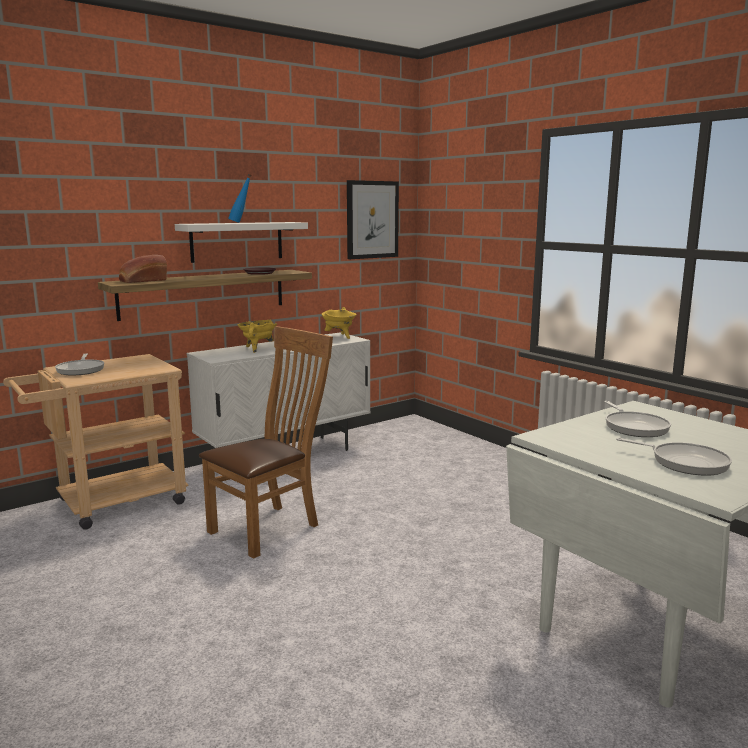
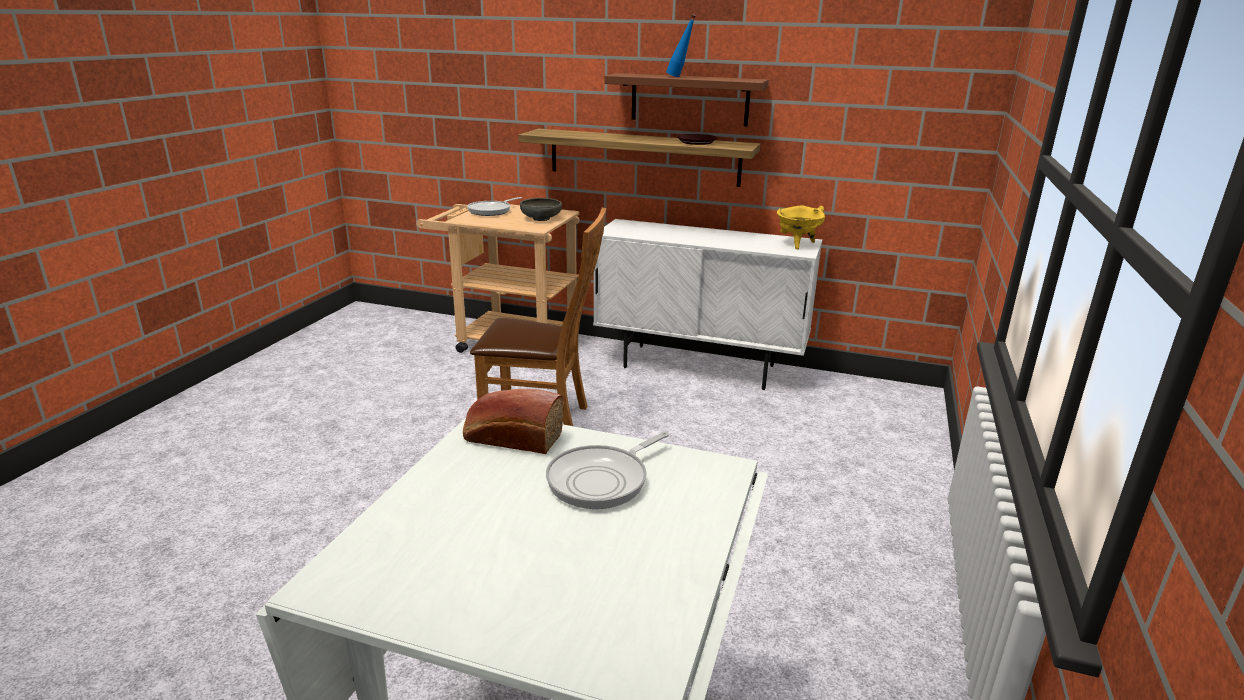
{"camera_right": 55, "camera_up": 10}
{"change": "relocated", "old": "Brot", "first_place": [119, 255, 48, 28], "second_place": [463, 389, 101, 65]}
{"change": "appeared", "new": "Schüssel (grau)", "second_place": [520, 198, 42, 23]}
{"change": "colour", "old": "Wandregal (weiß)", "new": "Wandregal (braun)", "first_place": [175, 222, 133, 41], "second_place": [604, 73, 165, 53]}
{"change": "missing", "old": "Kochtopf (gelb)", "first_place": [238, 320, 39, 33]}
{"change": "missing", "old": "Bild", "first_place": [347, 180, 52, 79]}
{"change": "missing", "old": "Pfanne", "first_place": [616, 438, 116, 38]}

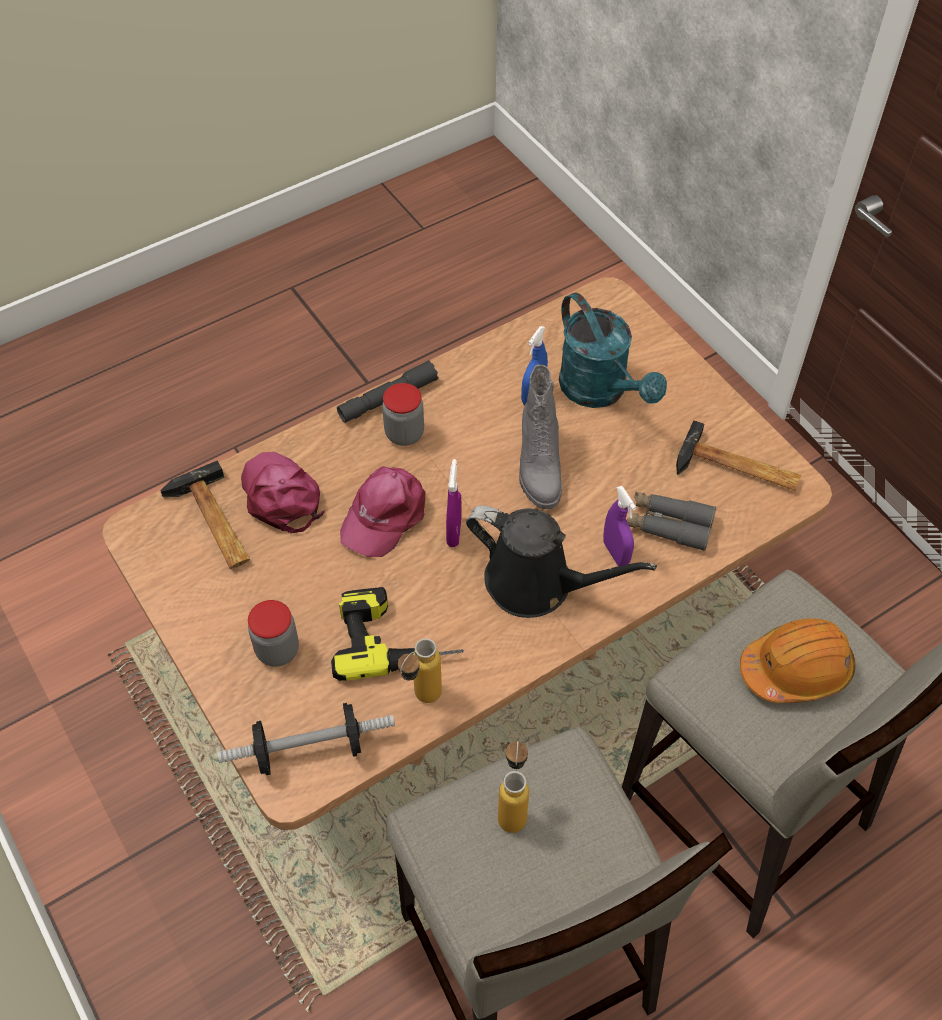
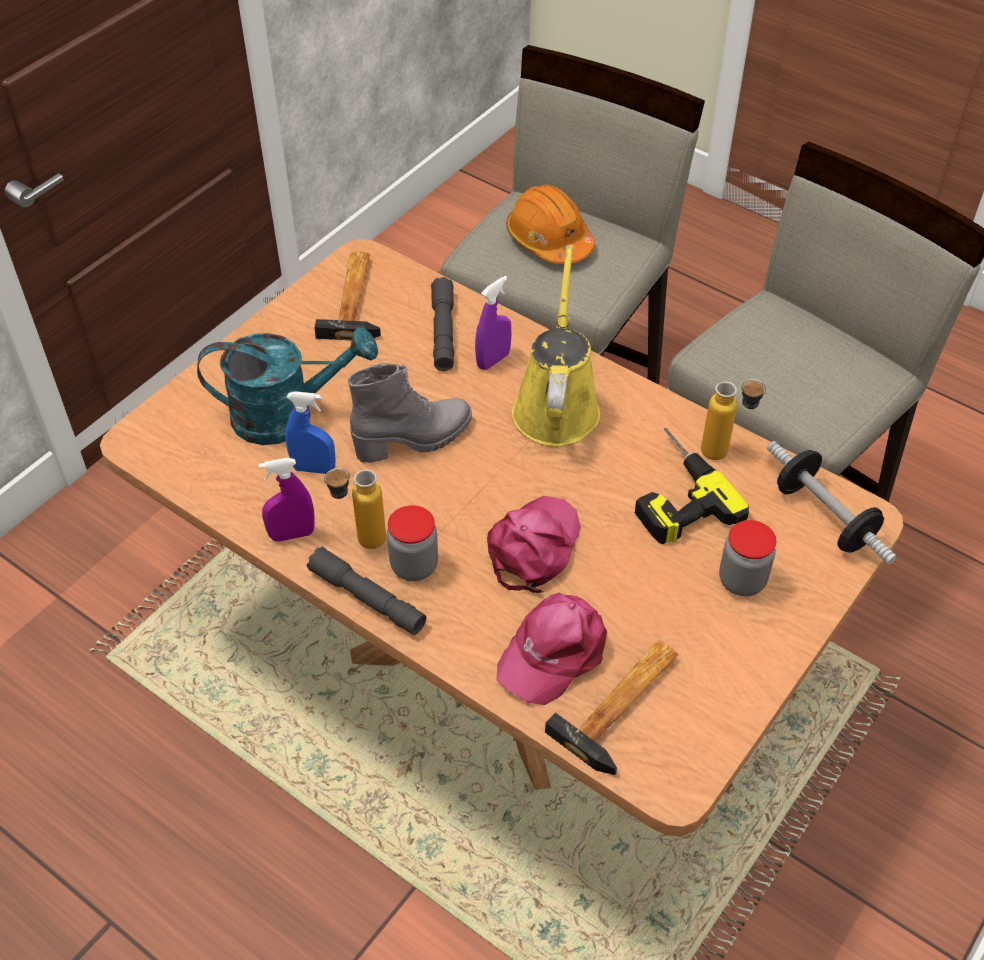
{"camera_right": -110, "camera_up": -5}
{"change": "spun", "old": "Gießkanne (türkis)", "first_place": [559, 292, 108, 116], "second_place": [197, 327, 181, 118], "degrees": 45}
{"change": "relocated", "old": "Sprühflasche (lila)", "first_place": [446, 459, 16, 88], "second_place": [259, 458, 56, 84]}
{"change": "relocated", "old": "Flasche", "first_place": [498, 738, 31, 95], "second_place": [324, 468, 62, 81]}
{"change": "exchanged", "old": "Fernglas (grau)", "new": "Taschenlampe (grau)", "first_place": [627, 491, 89, 60], "second_place": [431, 277, 23, 94]}
{"change": "spun", "old": "Kappe (rosa)", "first_place": [340, 466, 85, 91], "second_place": [487, 496, 94, 97], "degrees": -75}
{"change": "colour", "old": "Gießkanne (schwarz)", "new": "Gießkanne (gelb)", "first_place": [466, 506, 191, 112], "second_place": [512, 245, 88, 201]}

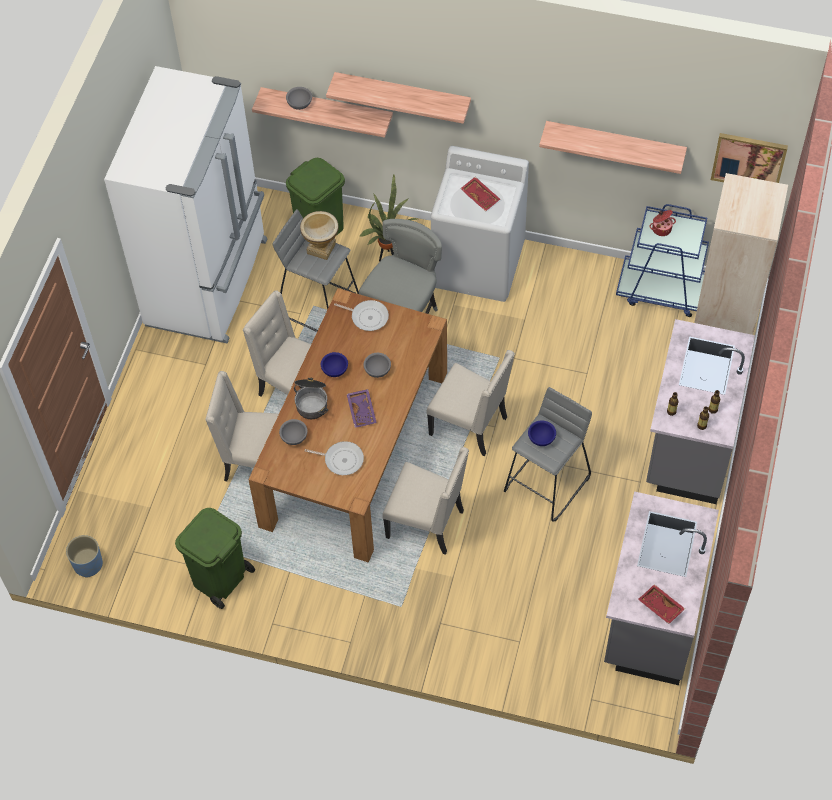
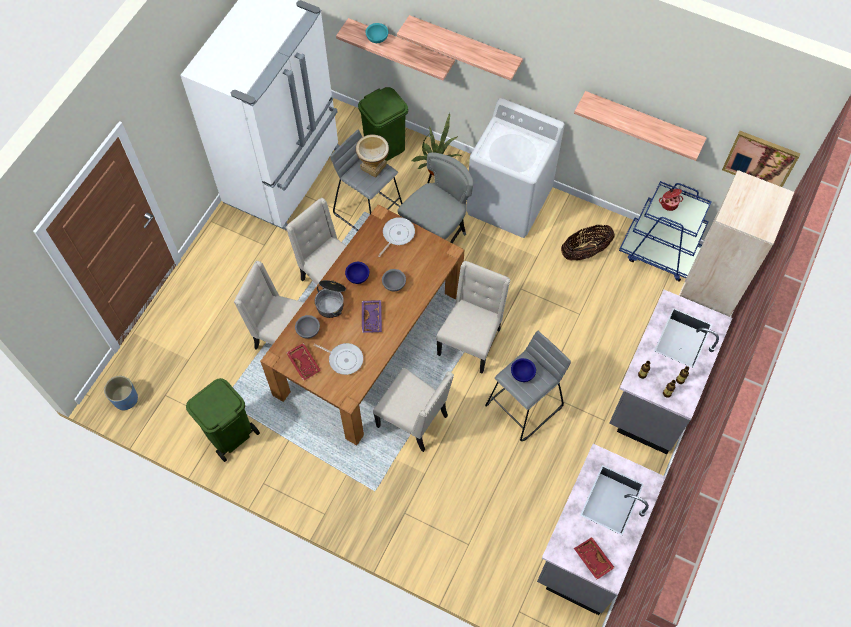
{"camera_right": 10, "camera_up": 5}
{"change": "relocated", "old": "Tablett (rot)", "first_place": [460, 177, 40, 34], "second_place": [286, 343, 35, 38]}
{"change": "colour", "old": "Schüssel (grau)", "new": "Schüssel (türkis)", "first_place": [286, 87, 26, 23], "second_place": [365, 23, 23, 20]}
{"change": "spun", "old": "Pfanne", "first_place": [334, 300, 55, 31], "second_place": [378, 217, 37, 40], "degrees": -90}
{"change": "spun", "old": "Stuhl (beige)", "first_place": [427, 350, 88, 107], "second_place": [436, 261, 74, 113], "degrees": -105}
{"change": "appeared", "new": "Korb", "second_place": [561, 225, 53, 35]}

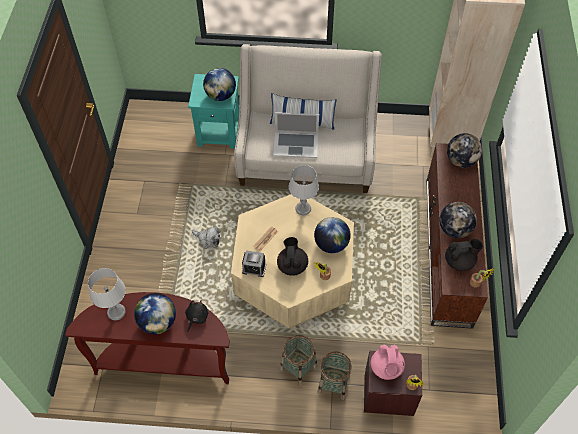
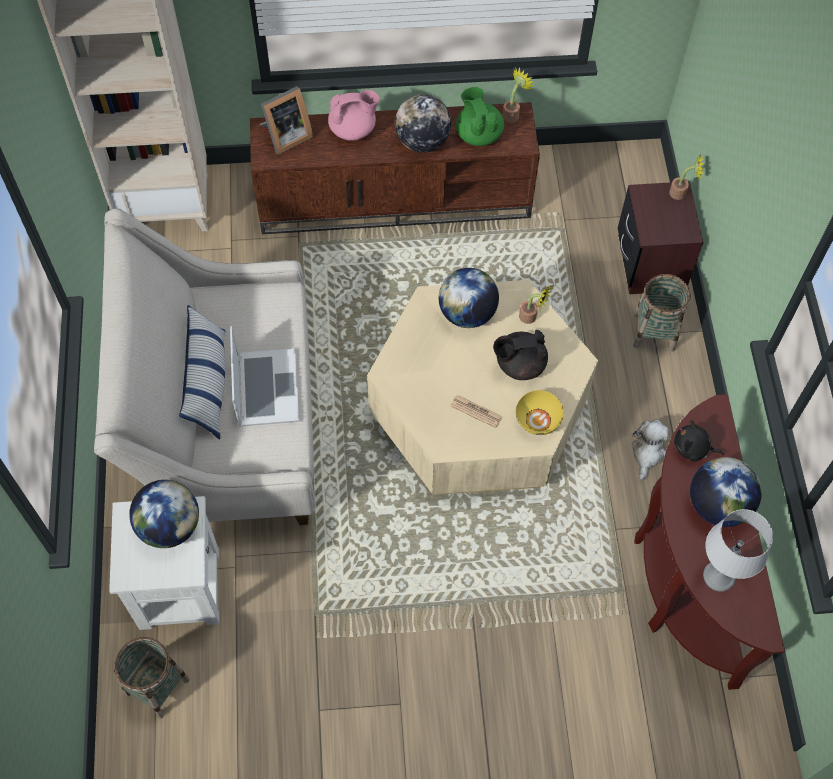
{"camera_right": -100, "camera_up": 5}
{"change": "colour", "old": "Beistelltisch (türkis)", "new": "Beistelltisch (weiß)", "first_place": [188, 74, 51, 75], "second_place": [109, 496, 110, 134]}
{"change": "relocated", "old": "Korb", "first_place": [280, 335, 37, 51], "second_place": [114, 637, 75, 81]}
{"change": "exchanged", "old": "Globus", "new": "Bilderrahmen", "first_place": [447, 133, 35, 35], "second_place": [260, 86, 53, 69]}
{"change": "relocated", "old": "Teekanne (rosa)", "first_place": [370, 345, 35, 35], "second_place": [328, 90, 52, 51]}
{"change": "colour", "old": "Teekanne (schwarz)", "new": "Teekanne (grün)", "first_place": [445, 238, 38, 33], "second_place": [456, 87, 48, 59]}
{"change": "exchanged", "old": "Wecker", "new": "Schüssel (gelb)", "first_place": [242, 250, 24, 27], "second_place": [516, 390, 48, 45]}
{"change": "relocated", "old": "Plüschtier", "first_place": [192, 226, 29, 22], "second_place": [631, 420, 38, 60]}
{"change": "missing", "old": "Tischlampe (grau)", "first_place": [289, 165, 30, 50]}

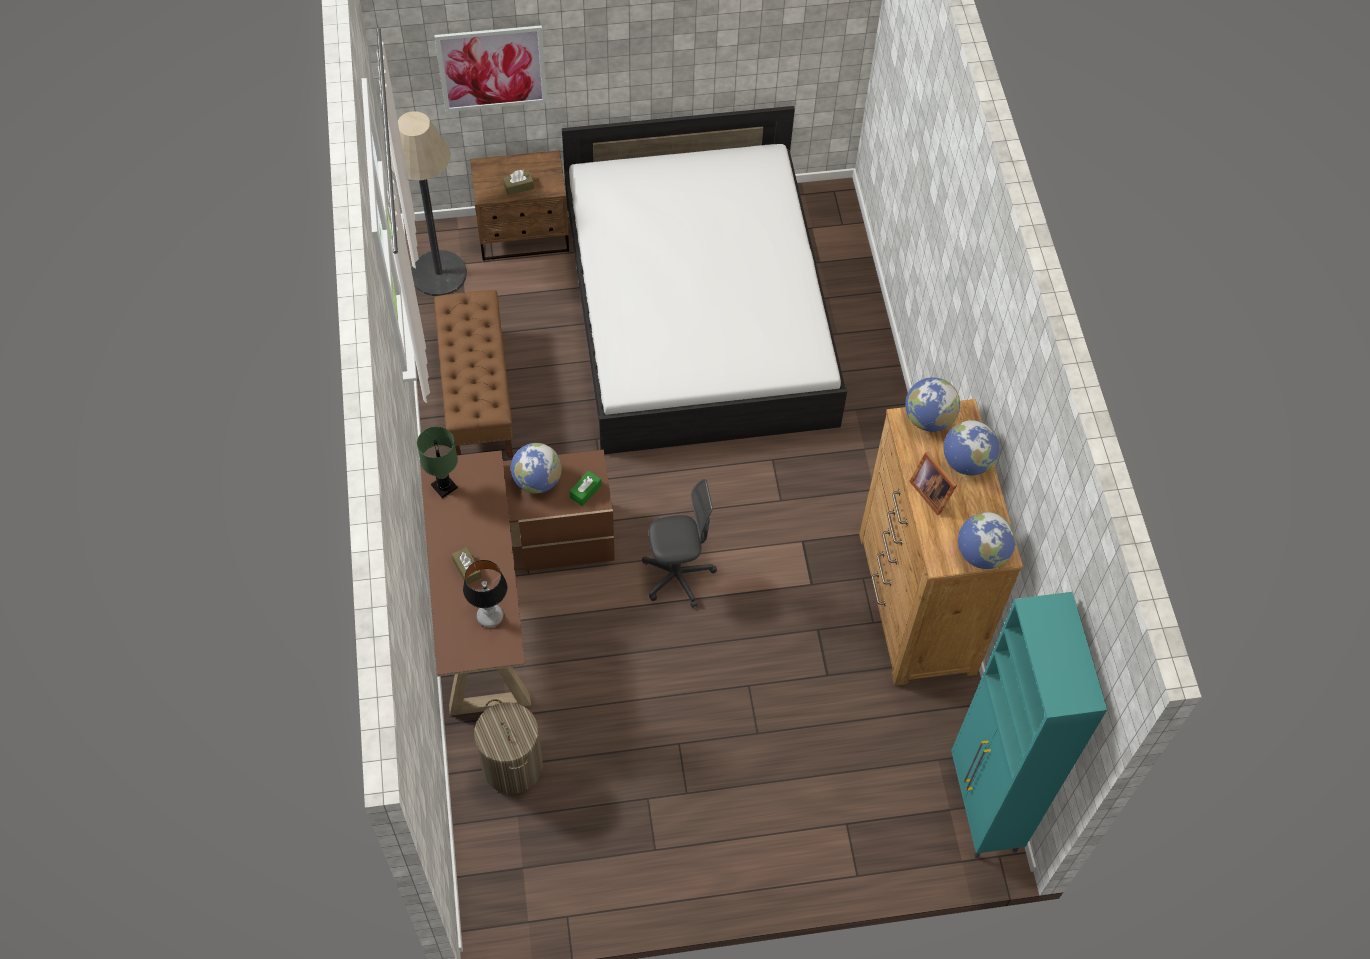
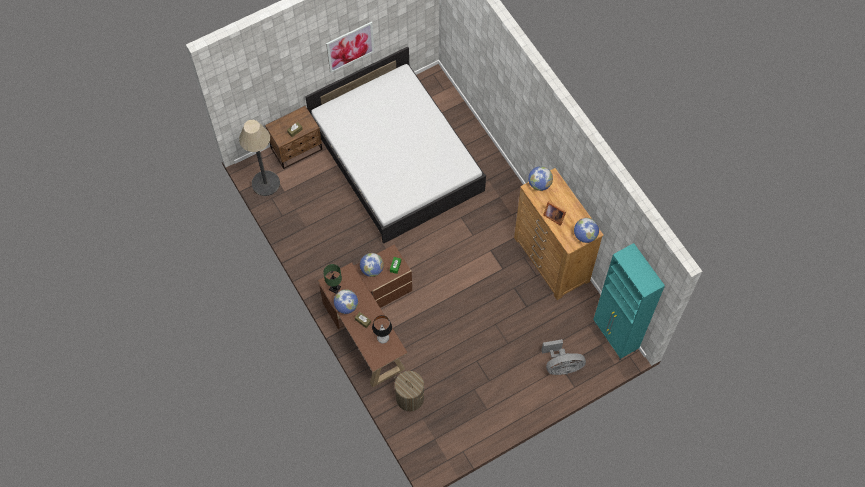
{"camera_right": -20, "camera_up": 5}
{"change": "relocated", "old": "Bild", "first_place": [434, 25, 113, 87], "second_place": [326, 22, 48, 51]}
{"change": "relocated", "old": "Globus", "first_place": [943, 420, 56, 55], "second_place": [334, 289, 24, 25]}
{"change": "appeared", "new": "Ventilator (grau)", "second_place": [542, 339, 44, 36]}
{"change": "missing", "old": "Bank (braun)", "first_place": [434, 290, 79, 168]}
{"change": "missing", "old": "Bürostuhl (grau)", "first_place": [642, 479, 75, 129]}

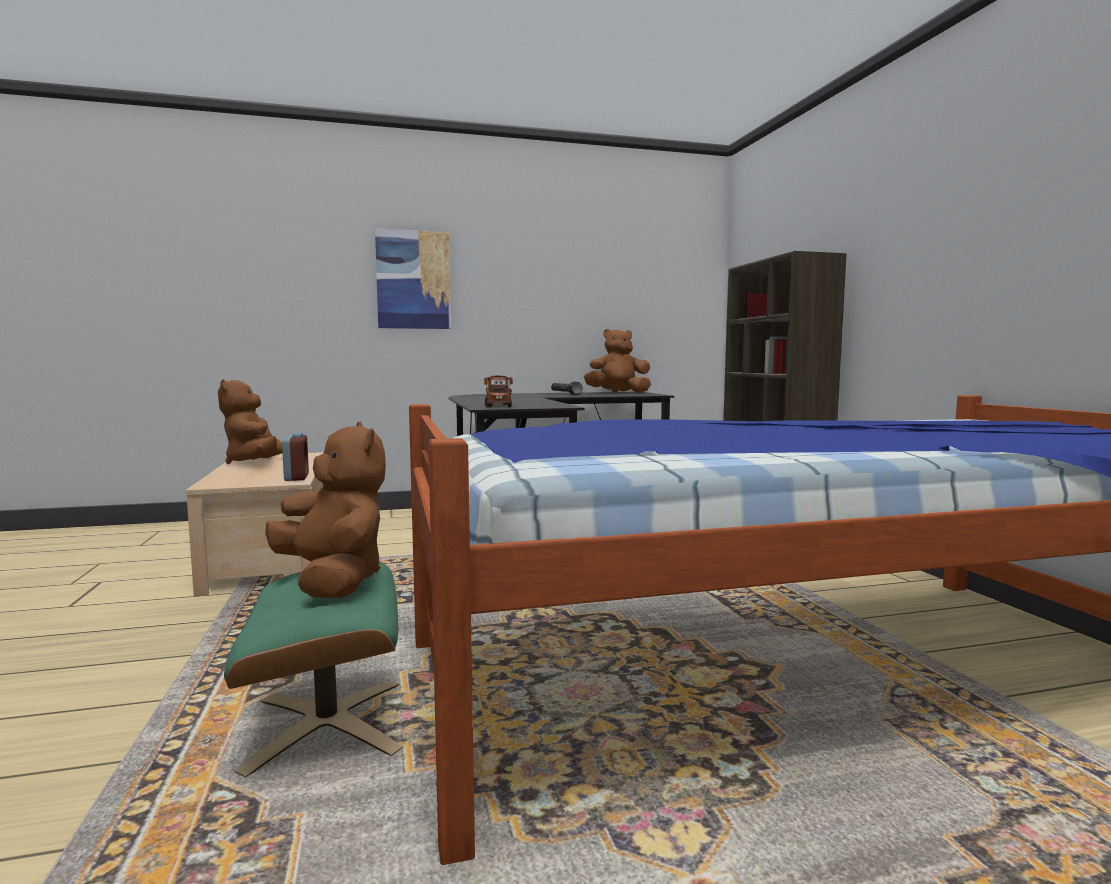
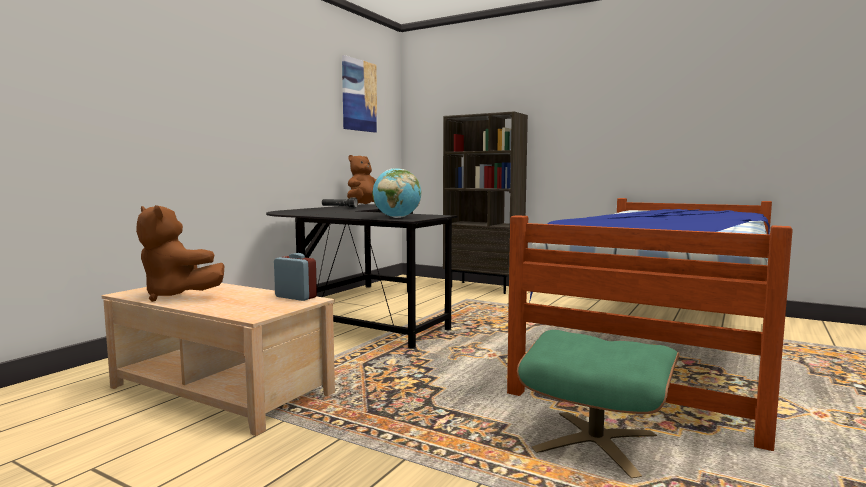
{"camera_right": -45, "camera_up": 0}
{"change": "relocated", "old": "Bild", "first_place": [375, 229, 76, 100], "second_place": [342, 55, 35, 78]}
{"change": "exchanged", "old": "Spielzeuglaster", "new": "Globus", "first_place": [484, 375, 29, 32], "second_place": [372, 168, 49, 50]}
{"change": "missing", "old": "Plüschtier (braun)", "first_place": [265, 421, 121, 177]}

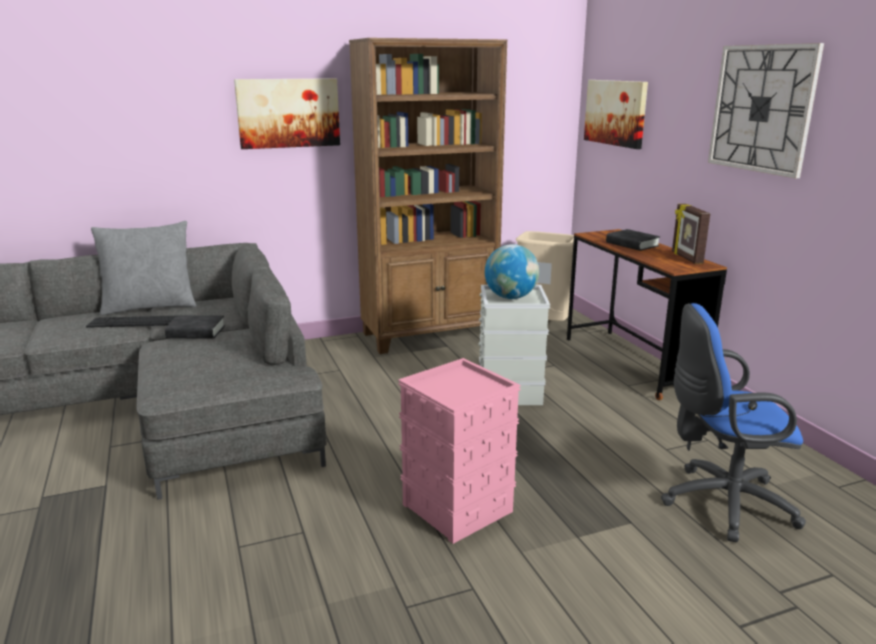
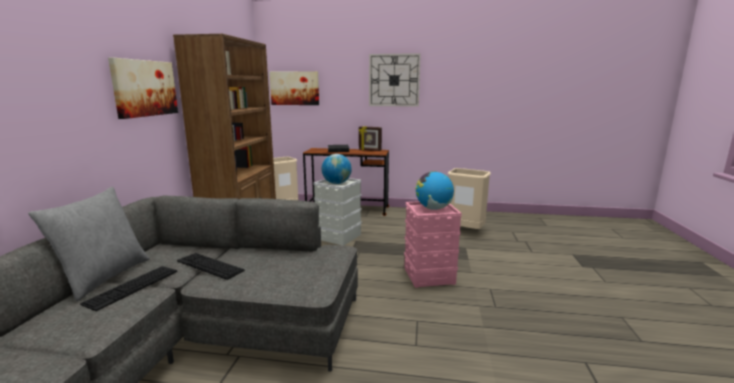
{"camera_right": -60, "camera_up": -5}
{"change": "exchanged", "old": "Buch (schwarz)", "new": "Tastatur", "first_place": [165, 315, 60, 24], "second_place": [177, 253, 68, 27]}
{"change": "appeared", "new": "Globus", "second_place": [416, 171, 38, 39]}
{"change": "exchanged", "old": "Bürostuhl (blau)", "new": "Mülleimer (beige)", "first_place": [661, 303, 145, 239], "second_place": [448, 168, 43, 61]}

